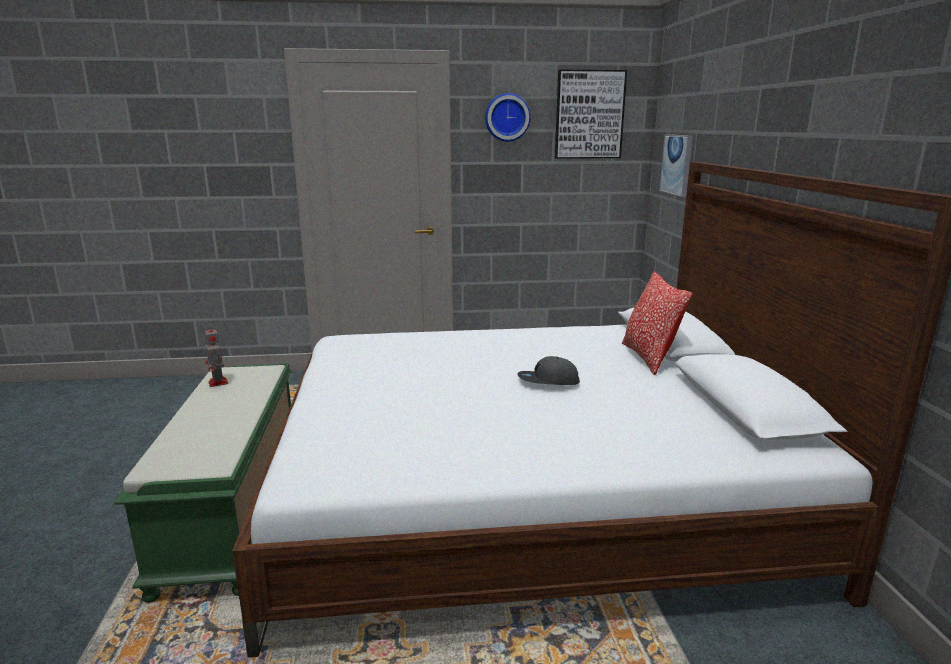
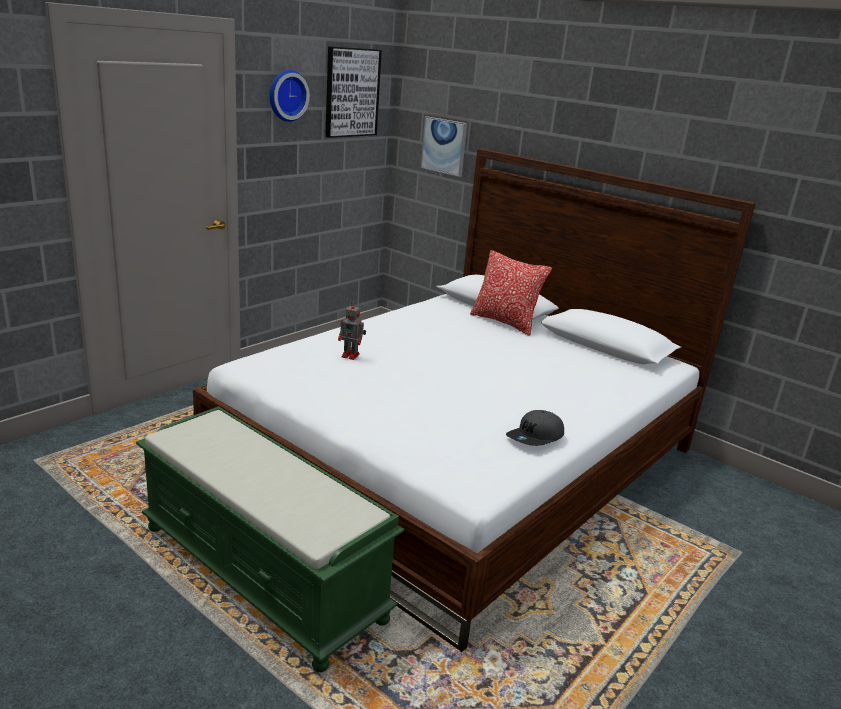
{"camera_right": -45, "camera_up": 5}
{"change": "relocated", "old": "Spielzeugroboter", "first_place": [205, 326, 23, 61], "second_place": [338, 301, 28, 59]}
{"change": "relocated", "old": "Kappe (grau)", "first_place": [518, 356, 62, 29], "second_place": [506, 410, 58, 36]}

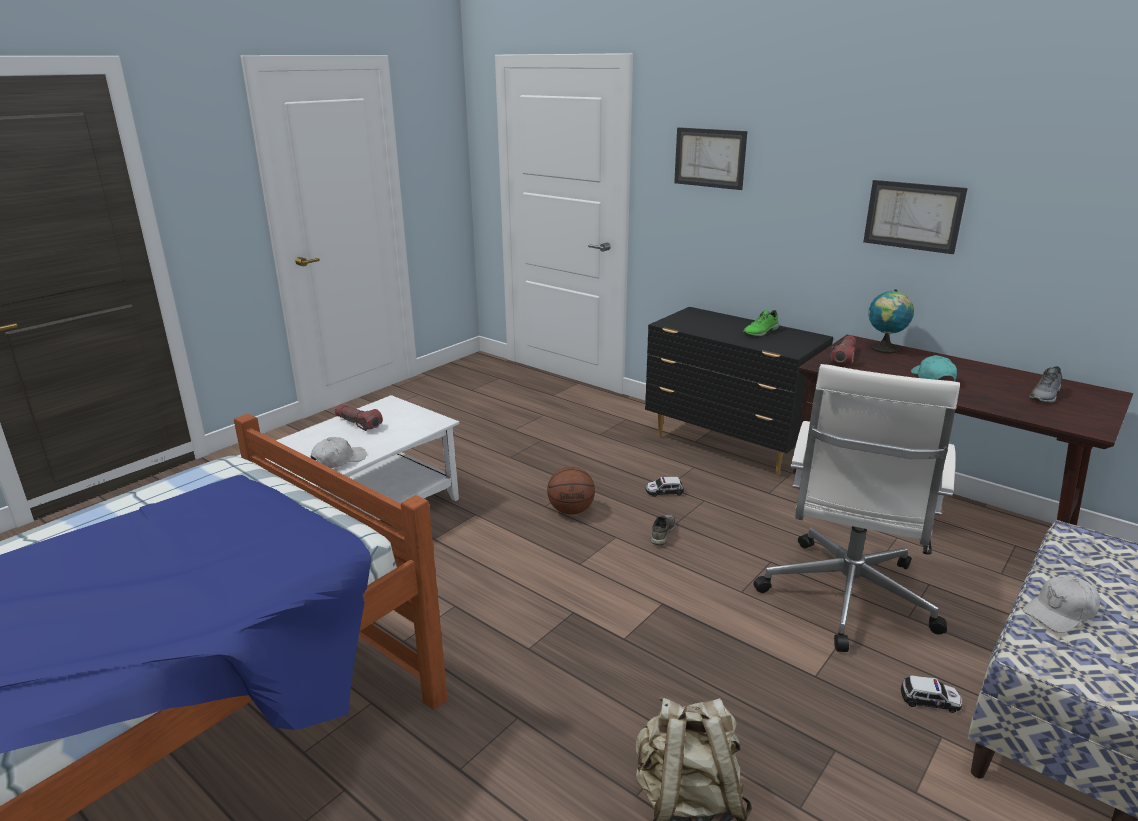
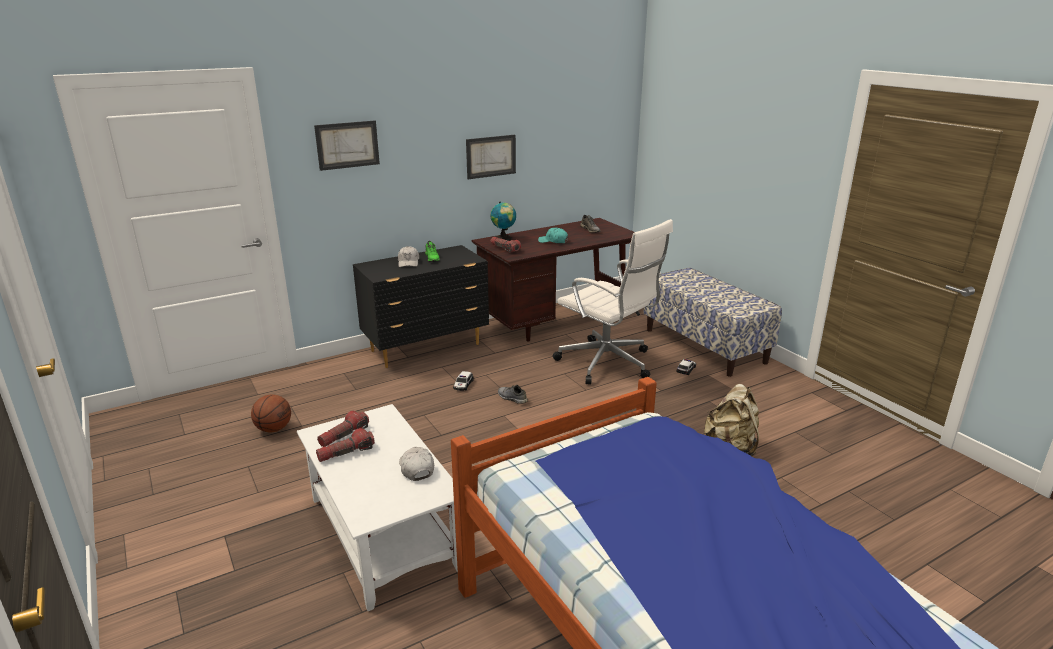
{"camera_right": -70, "camera_up": 0}
{"change": "relocated", "old": "Basketball", "first_place": [547, 467, 48, 48], "second_place": [251, 394, 40, 38]}
{"change": "appeared", "new": "Taschenlampe", "second_place": [317, 411, 52, 36]}
{"change": "relocated", "old": "Kappe (weiß)", "first_place": [1022, 575, 78, 58], "second_place": [398, 246, 21, 21]}

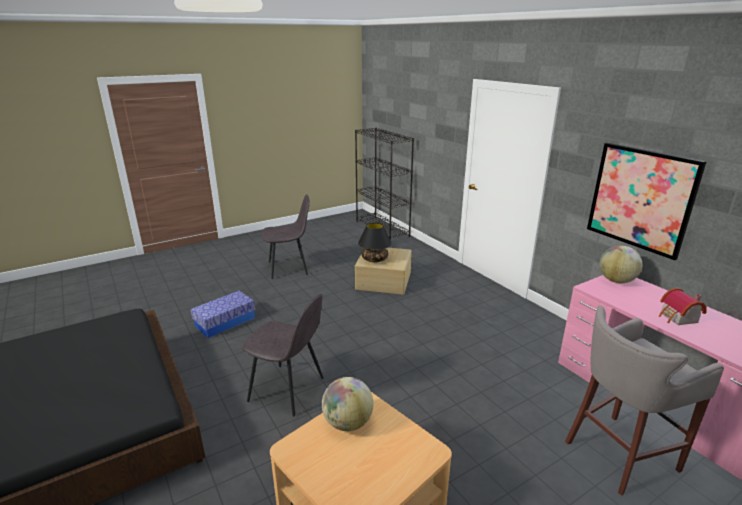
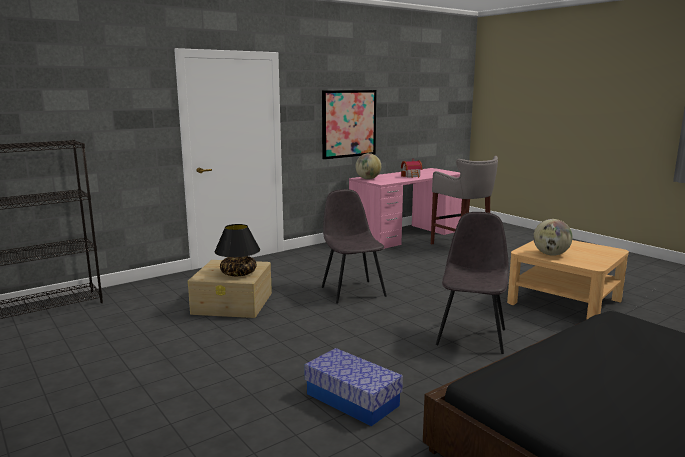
{"camera_right": -95, "camera_up": -10}
{"change": "relocated", "old": "Stuhl (grau)", "first_place": [262, 194, 48, 85], "second_place": [322, 189, 65, 114]}

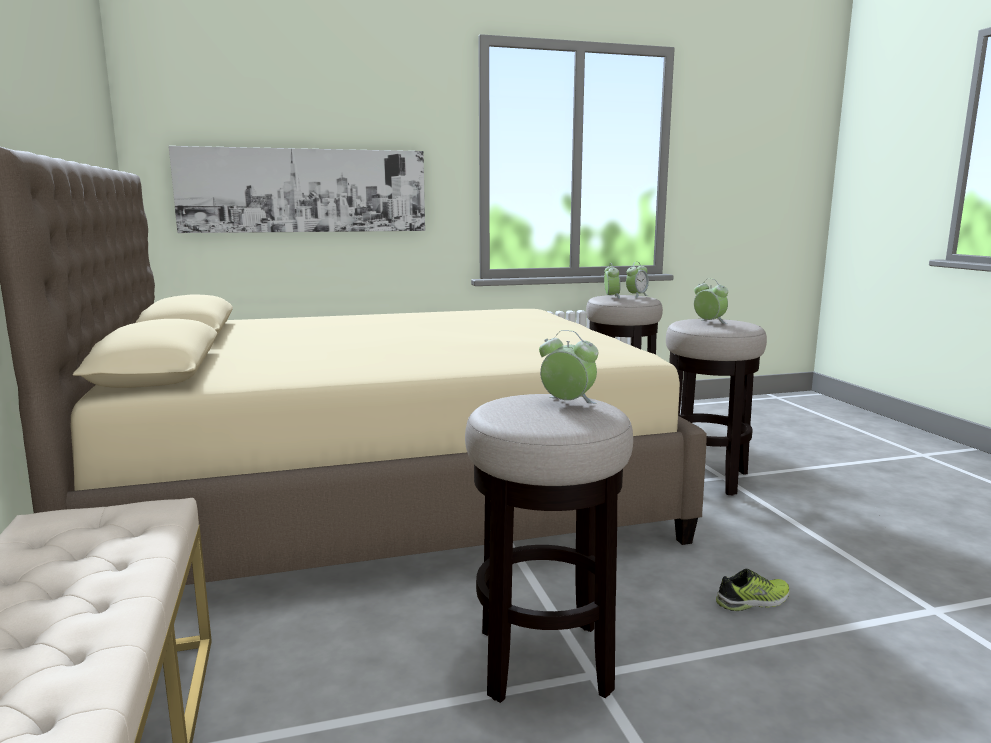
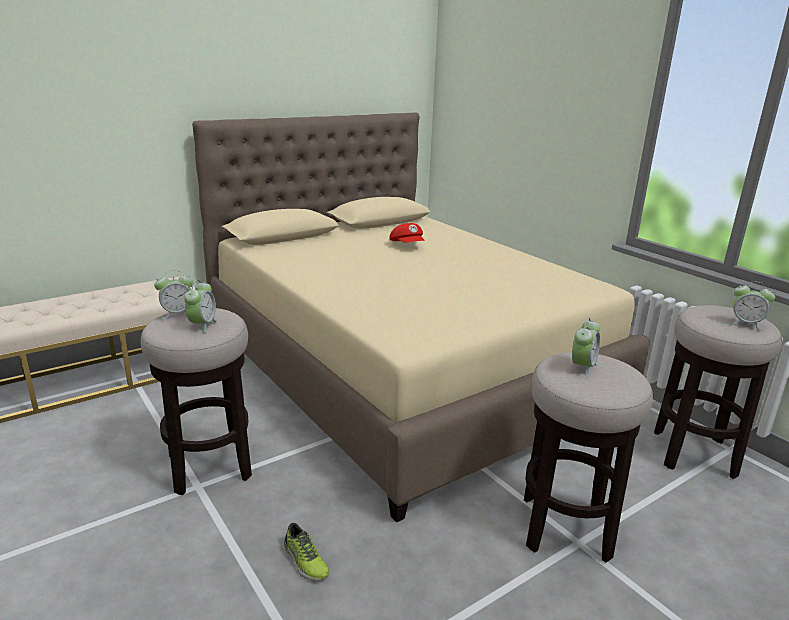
{"camera_right": 70, "camera_up": 10}
{"change": "relocated", "old": "Wecker", "first_place": [604, 263, 17, 36], "second_place": [154, 270, 40, 49]}
{"change": "appeared", "new": "Kappe (rot)", "second_place": [389, 223, 36, 20]}
{"change": "missing", "old": "Bild", "first_place": [169, 146, 256, 87]}

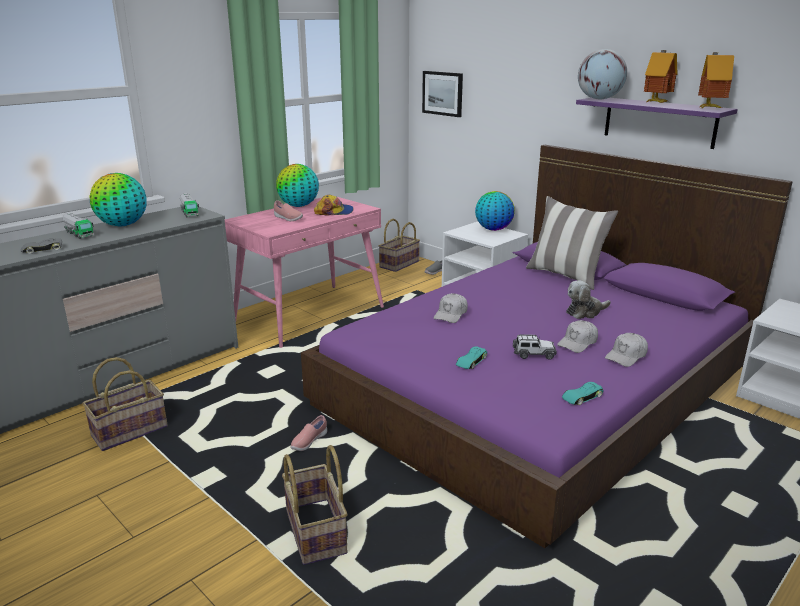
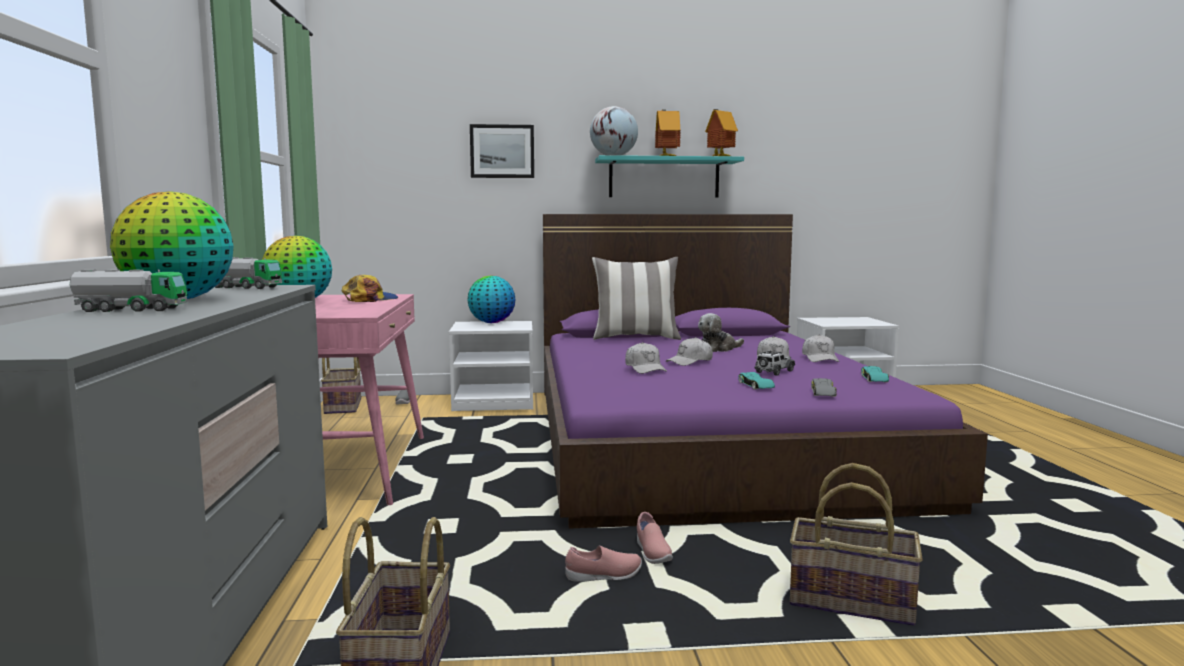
{"camera_right": -50, "camera_up": -15}
{"change": "relocated", "old": "Bild", "first_place": [422, 71, 41, 46], "second_place": [470, 124, 64, 54]}
{"change": "relocated", "old": "Schuh (rosa)", "first_place": [274, 200, 29, 21], "second_place": [565, 546, 77, 36]}
{"change": "colour", "old": "Wandregal (lila)", "new": "Wandregal (türkis)", "first_place": [576, 98, 162, 51], "second_place": [595, 155, 149, 42]}
{"change": "appeared", "new": "Kappe (weiß)", "second_place": [666, 337, 47, 29]}
{"change": "spun", "old": "Plüschtier", "first_place": [566, 280, 45, 39], "second_place": [698, 313, 46, 39], "degrees": 45}
{"change": "relocated", "old": "Spielzeugauto (grau)", "first_place": [21, 238, 41, 16], "second_place": [811, 378, 26, 19]}

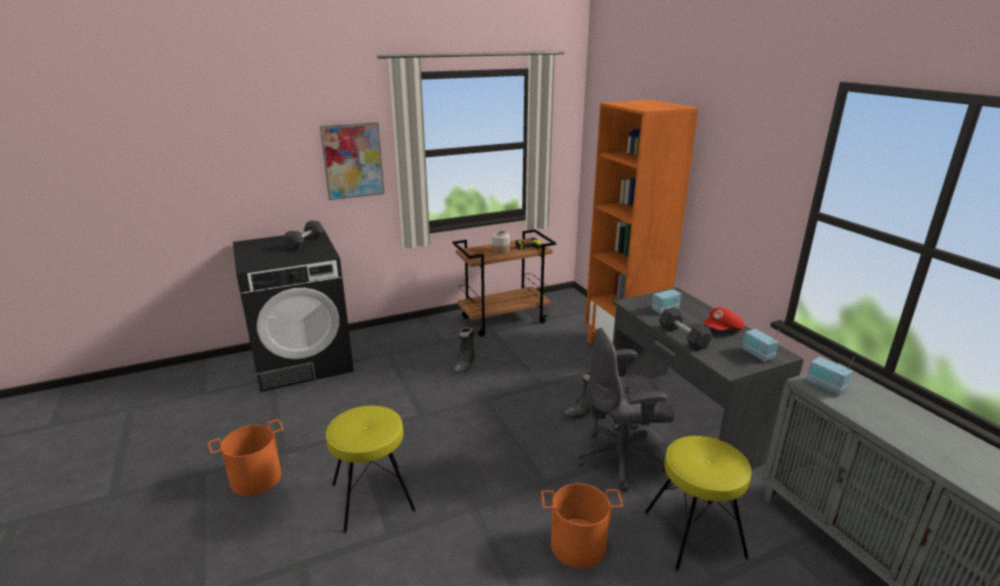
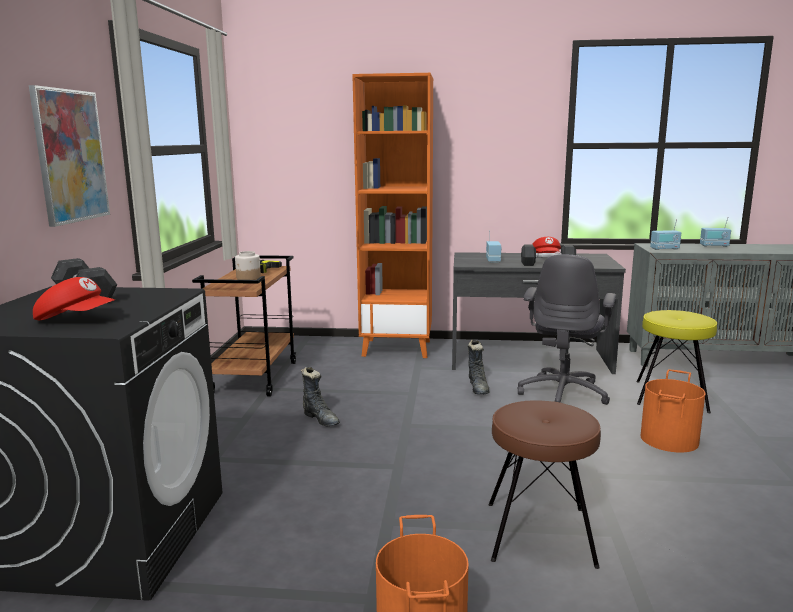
{"camera_right": -60, "camera_up": -10}
{"change": "appeared", "new": "Kappe (rot)", "second_place": [33, 277, 82, 43]}
{"change": "colour", "old": "Hocker (gelb)", "new": "Hocker (braun)", "first_place": [326, 406, 90, 127], "second_place": [488, 400, 113, 169]}
{"change": "relocated", "old": "Radio", "first_place": [742, 329, 37, 33], "second_place": [700, 217, 31, 30]}

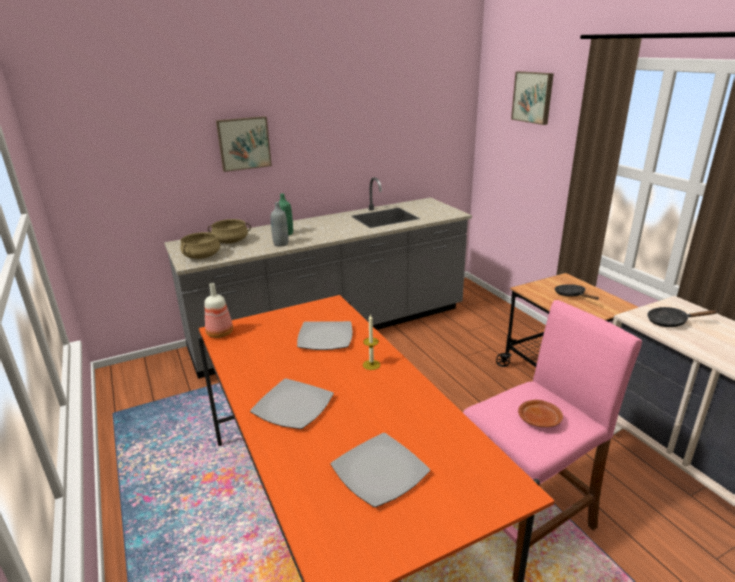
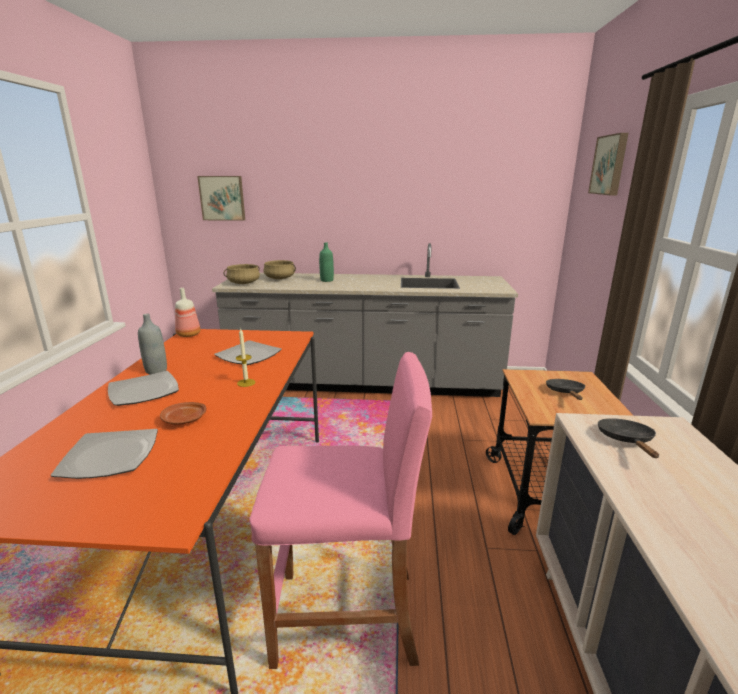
{"camera_right": 30, "camera_up": -5}
{"change": "relocated", "old": "Flasche (grau)", "first_place": [271, 202, 18, 45], "second_place": [138, 314, 29, 60]}
{"change": "relocated", "old": "Teller (braun)", "first_place": [518, 400, 45, 27], "second_place": [160, 402, 46, 23]}
{"change": "relocated", "old": "Bild", "first_place": [216, 116, 56, 56], "second_place": [197, 176, 48, 45]}
{"change": "spun", "old": "Pfanne (schwarz)", "first_place": [647, 307, 69, 20], "second_place": [598, 418, 61, 40], "degrees": 60}

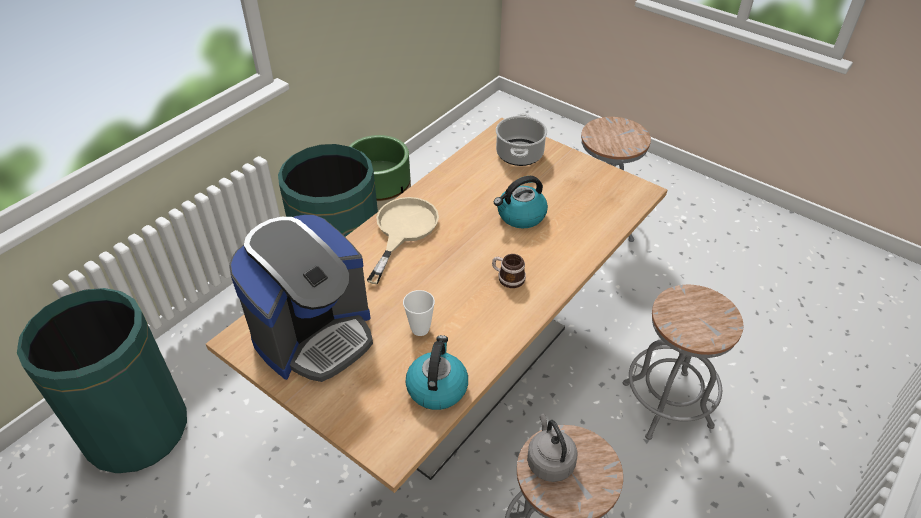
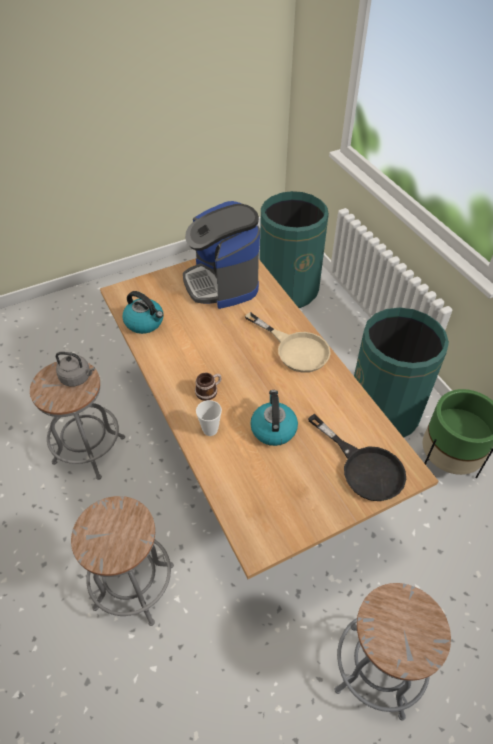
{"camera_right": 115, "camera_up": 5}
{"change": "relocated", "old": "Tasse", "first_place": [403, 290, 32, 46], "second_place": [196, 400, 26, 36]}
{"change": "exchanged", "old": "Kochtopf", "new": "Pfanne (schwarz)", "first_place": [496, 113, 51, 53], "second_place": [308, 414, 98, 87]}

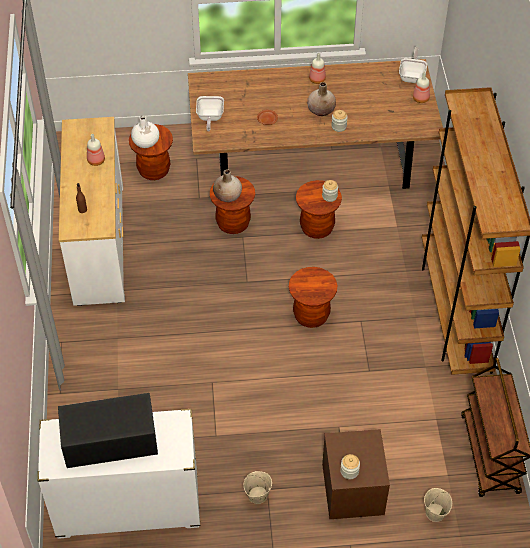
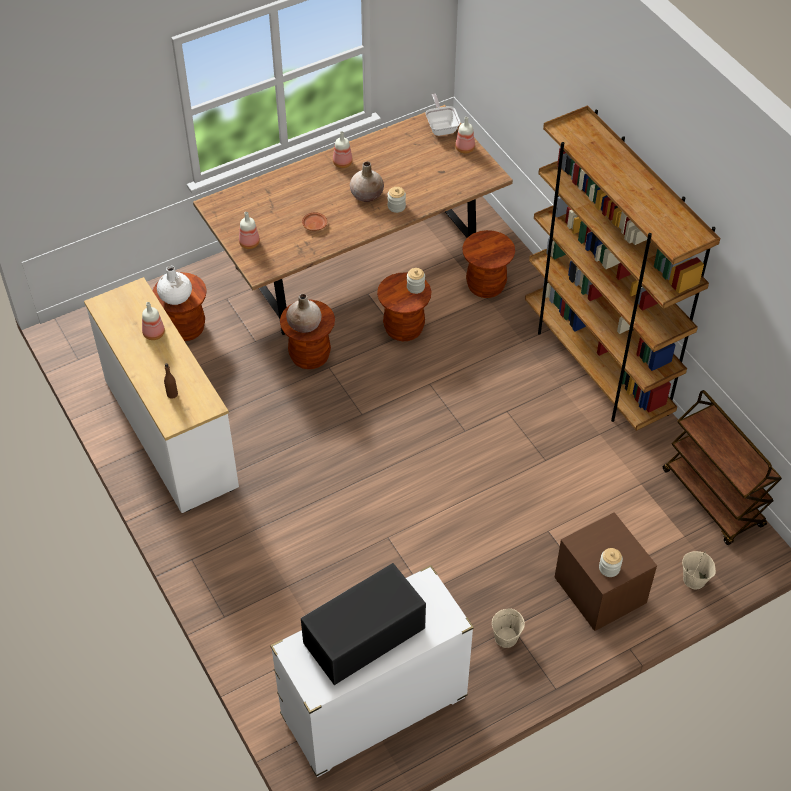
{"camera_right": -25, "camera_up": 0}
{"change": "exchanged", "old": "Pfanne", "new": "Flasche", "first_place": [196, 96, 28, 35], "second_place": [239, 212, 21, 37]}
{"change": "relocated", "old": "Hocker (braun)", "first_place": [289, 267, 48, 61], "second_place": [462, 230, 53, 68]}

